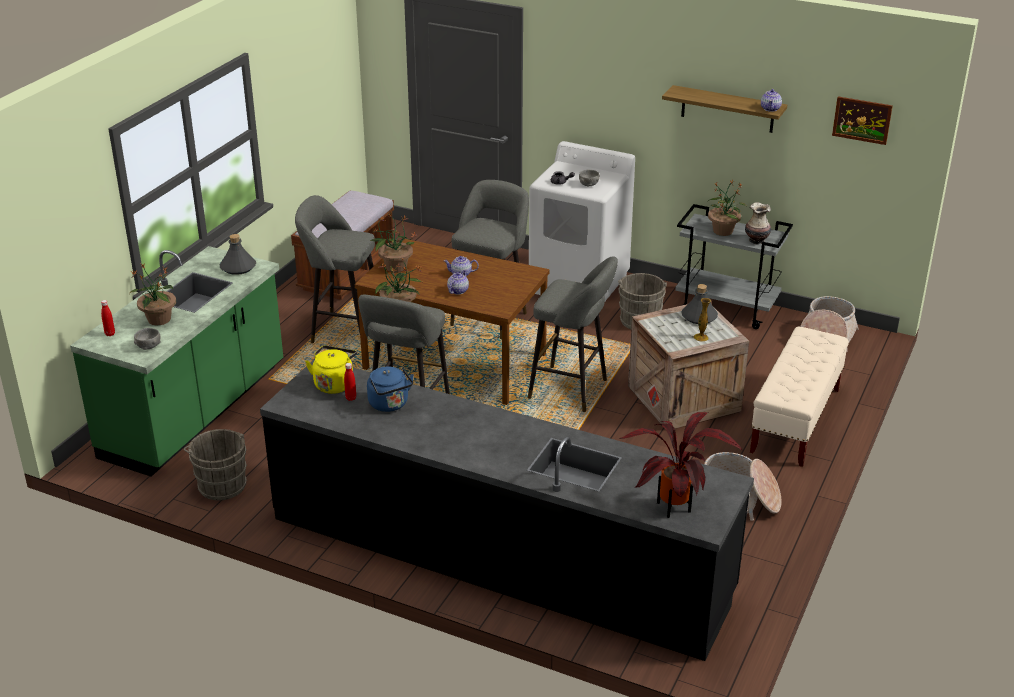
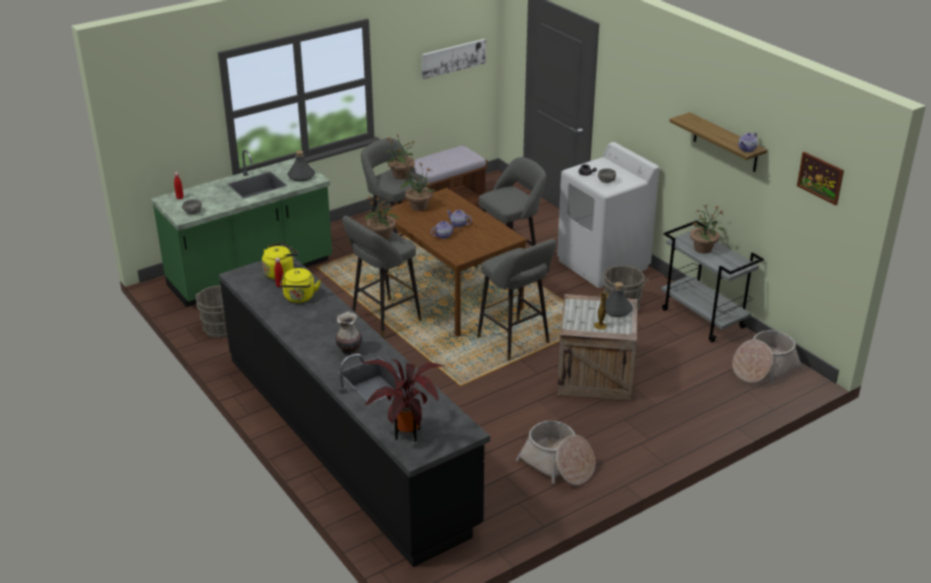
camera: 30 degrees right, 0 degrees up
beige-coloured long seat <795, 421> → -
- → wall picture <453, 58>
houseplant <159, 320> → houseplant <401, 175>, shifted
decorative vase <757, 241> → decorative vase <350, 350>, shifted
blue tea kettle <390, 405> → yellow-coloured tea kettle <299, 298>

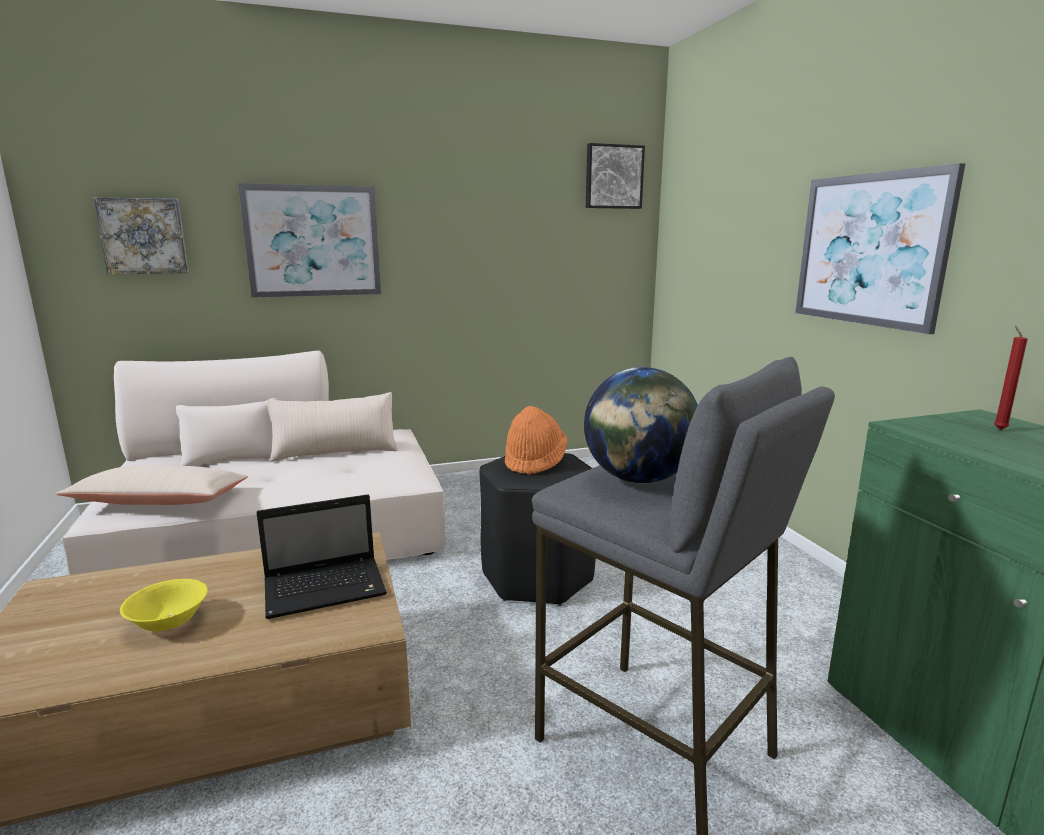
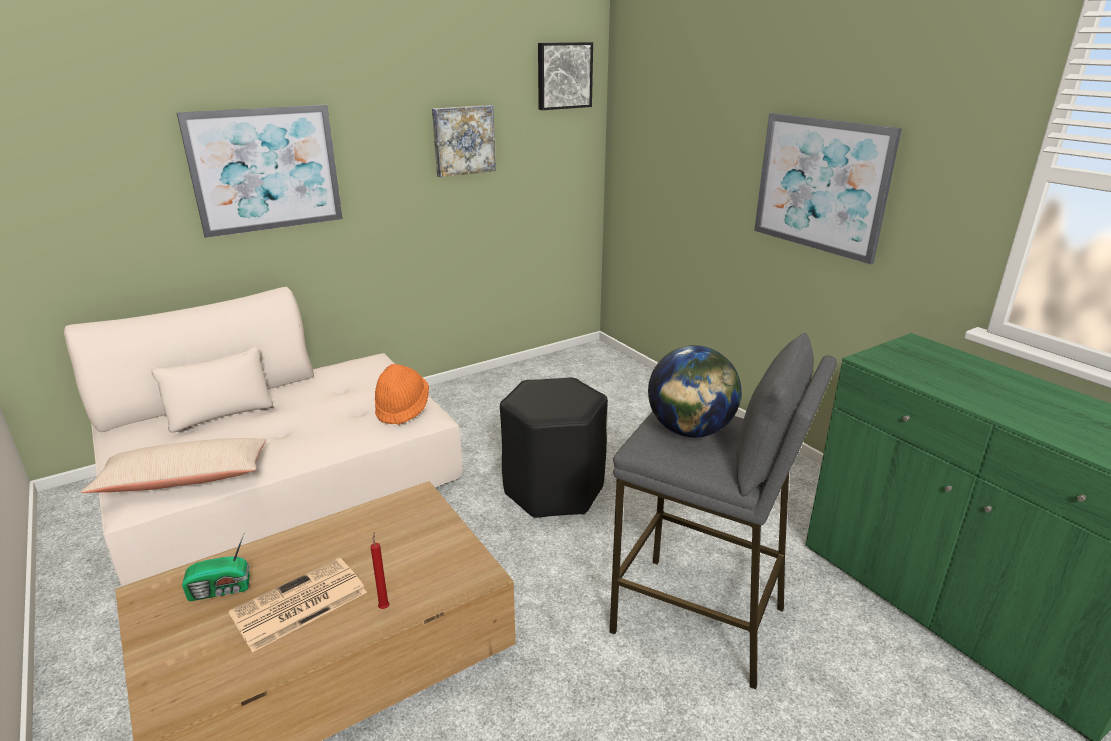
camera: 15 degrees left, 10 degrees up
portable computer <327, 588> → -
beige-coloured pillow <335, 451> → -
- → radio receiver <221, 590>
wall picture <144, 236> → wall picture <463, 140>, shifted
orange clothing hat <535, 462> → orange clothing hat <402, 409>, shifted
red-coloured candle <999, 429> → red-coloured candle <384, 607>, shifted
yellow-coloured deep dish <168, 623> → printed paper <298, 605>

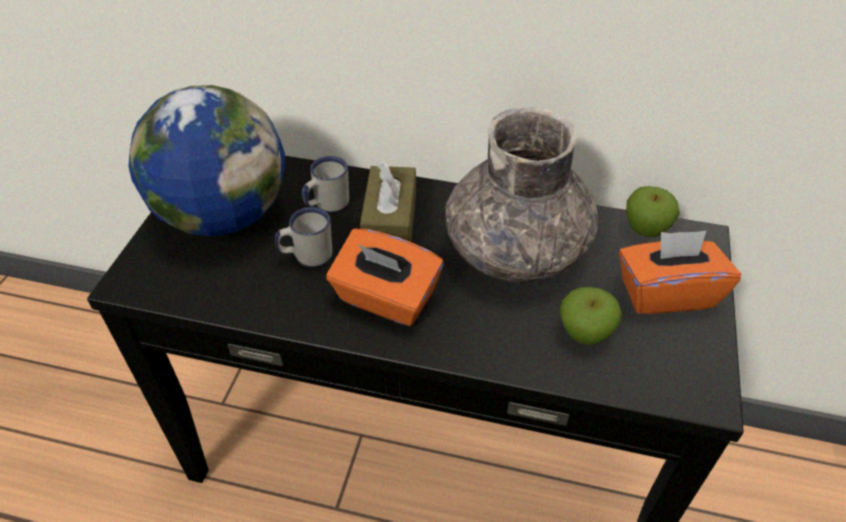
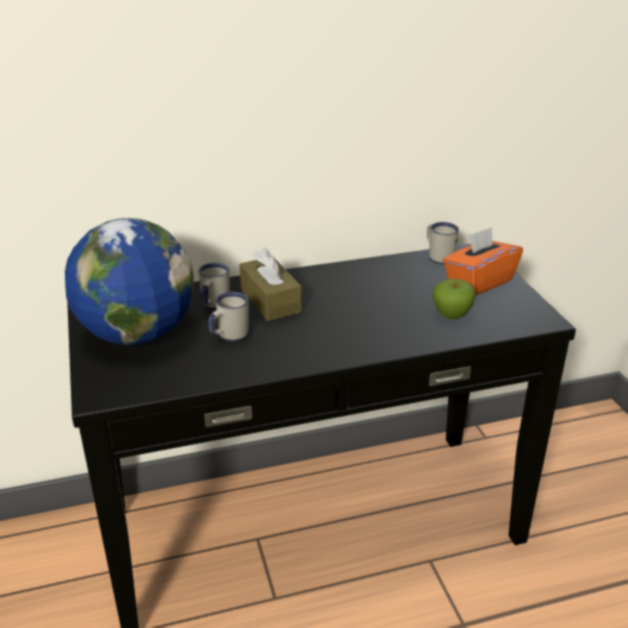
camera: 30 degrees left, 15 degrees down
orange tissue box <385, 299> → -
gray decorative vase <516, 251> → -
apple <645, 229> → white-coloured tea mug <438, 256>

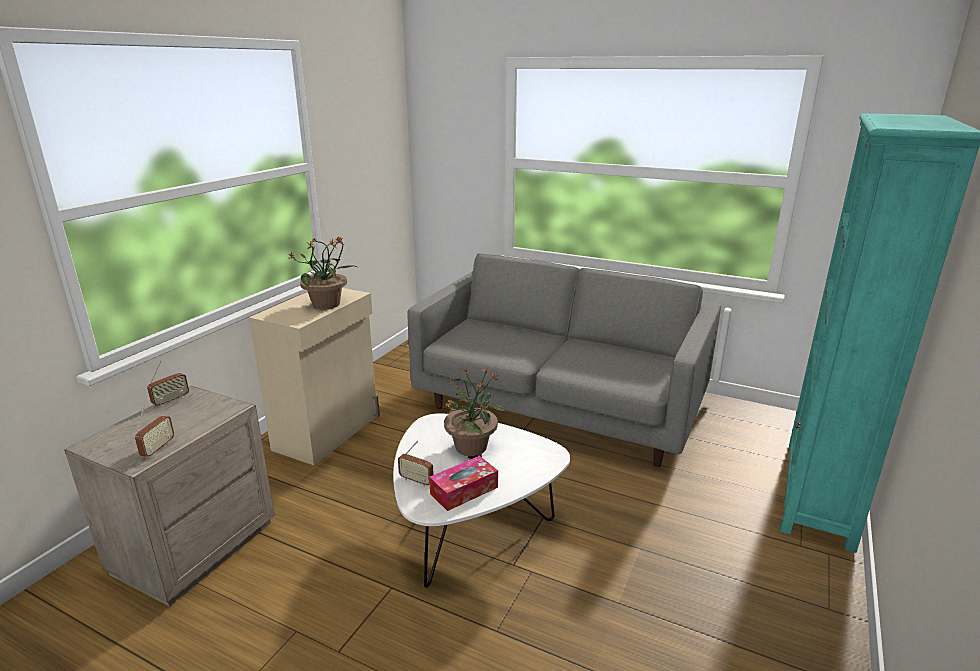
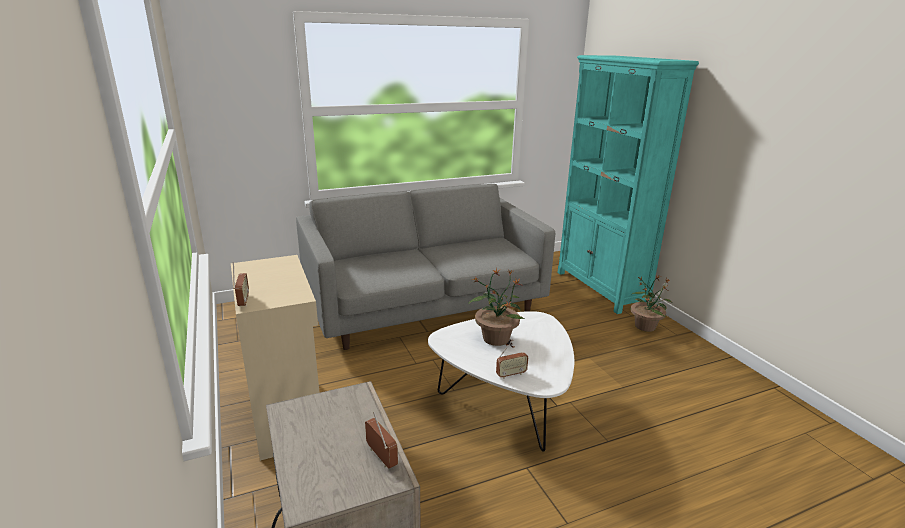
camera: 50 degrees left, 0 degrees up
tissue box <464, 490> → -
radio receiver <171, 400> → radio receiver <243, 301>, shifted
houseplant <327, 304> → houseplant <645, 326>, shifted

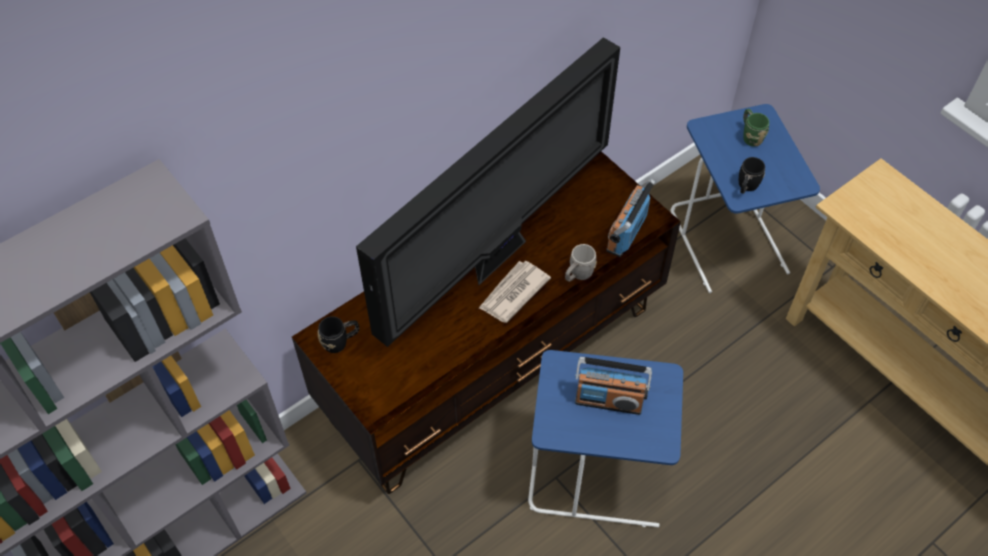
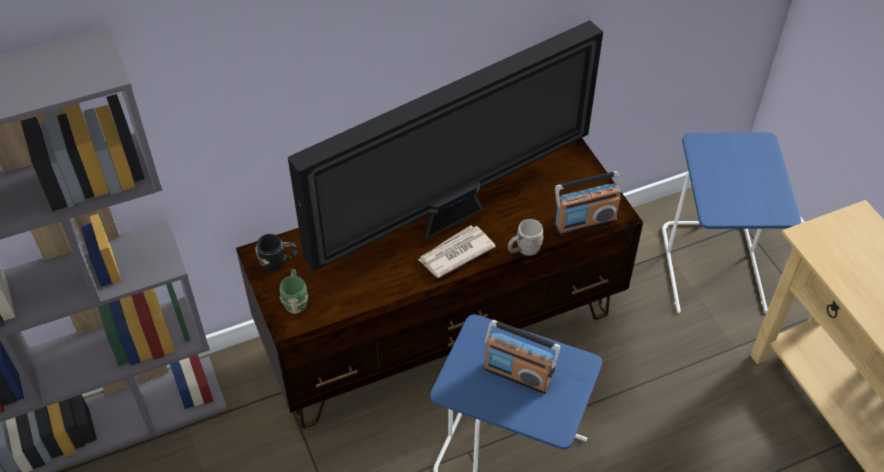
camera: 15 degrees right, 5 degrees down
black-coloured tea mug <746, 187> → -
greenish tea mug <750, 136> → greenish tea mug <295, 300>, shifted
radio receiver <626, 233> → radio receiver <585, 221>, 150 degrees counterclockwise

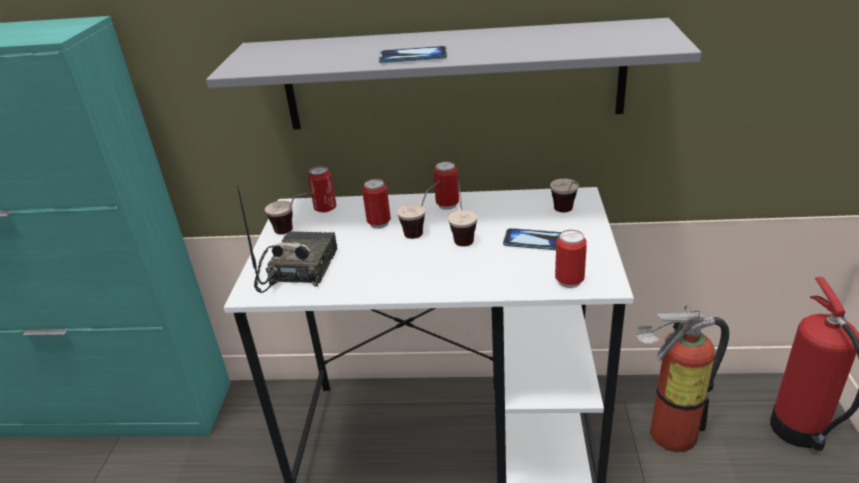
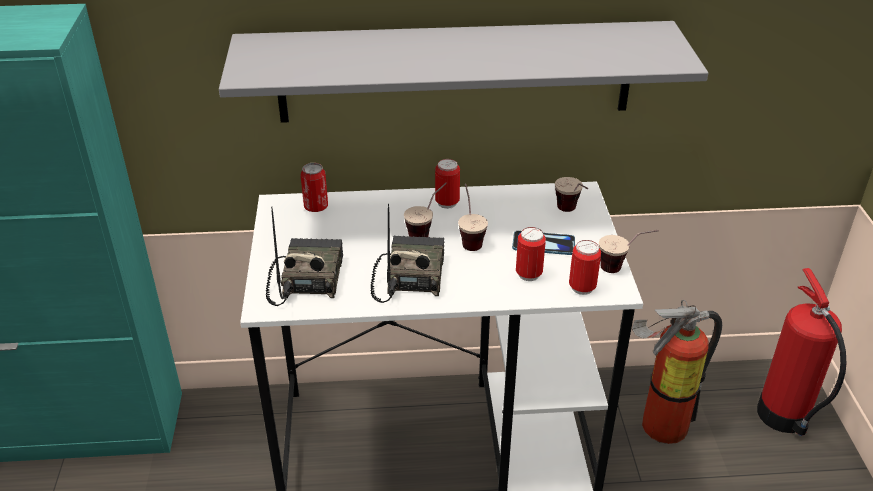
camera: 10 degrees left, 5 degrees up
handset <413, 57> → -
- → radio receiver <409, 276>
cup <294, 231> → cup <623, 268>, shifted
can <379, 223> → can <528, 274>, shifted

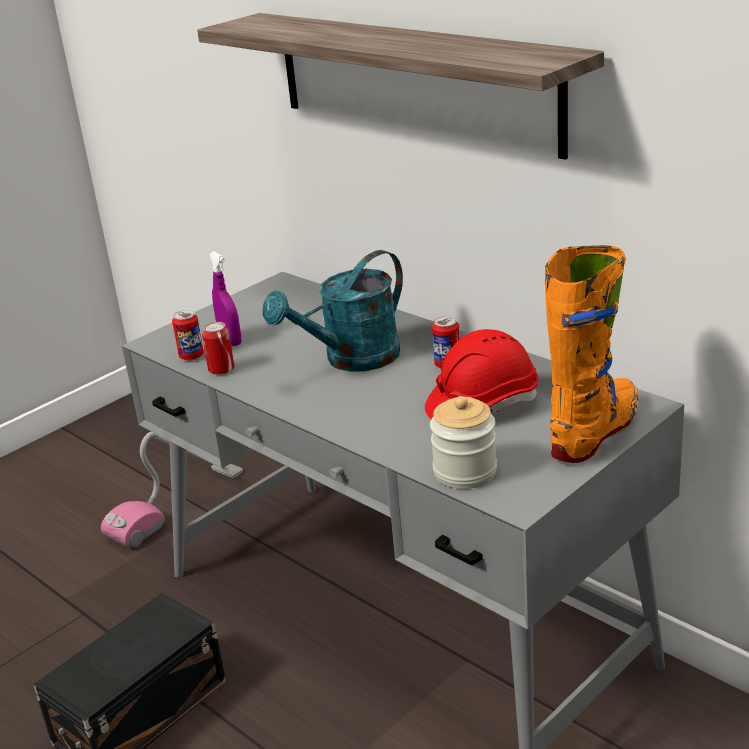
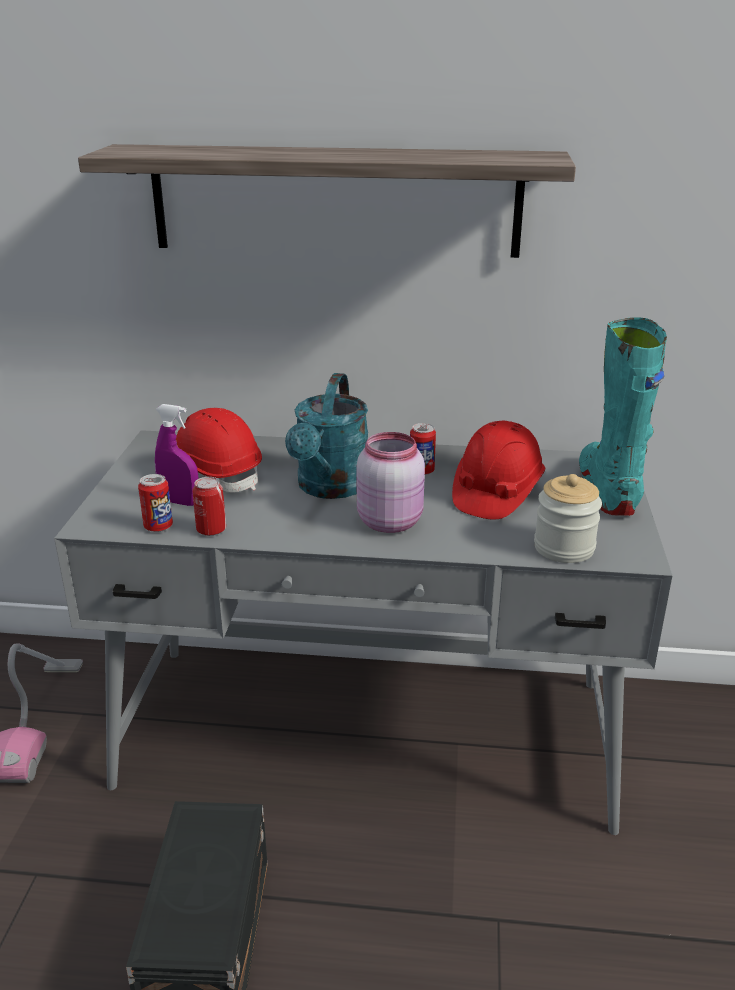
camera: 40 degrees left, 0 degrees up
- → red-coloured work helmet <215, 474>
- → pinkish preserve jar <390, 521>
orange boot <595, 433> → turquoise boot <608, 490>

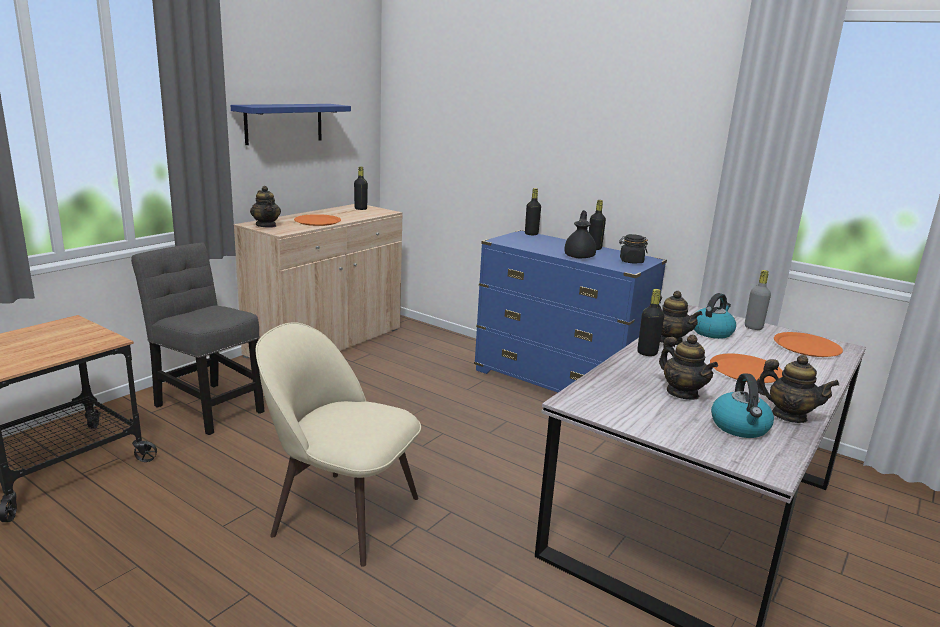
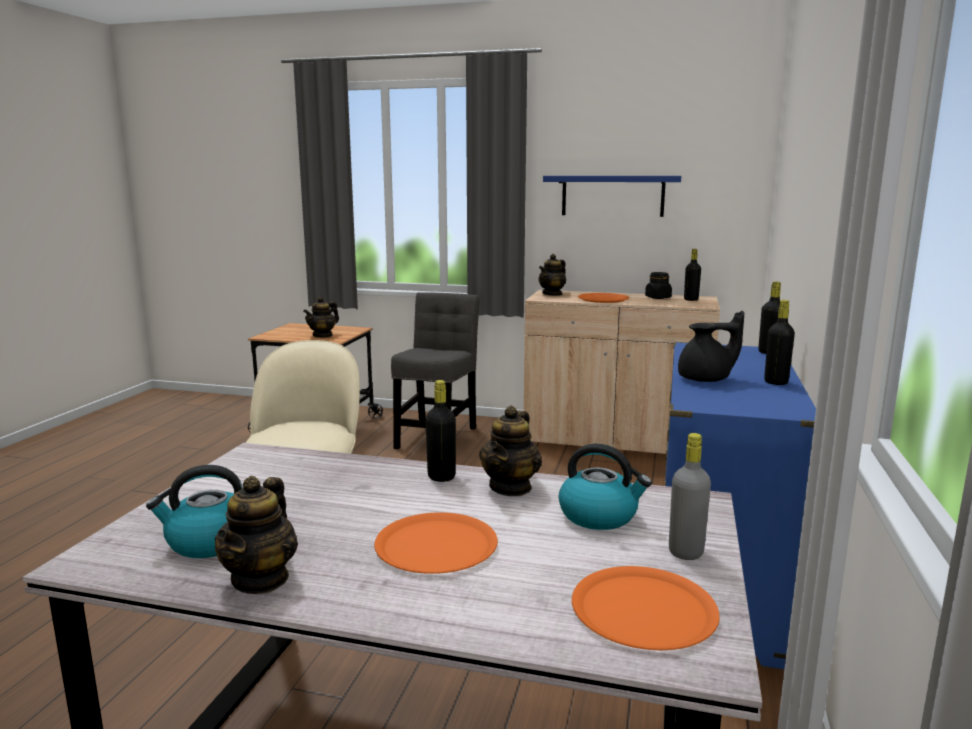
camera: 70 degrees right, 5 degrees down
black-coloured preserve jar <631, 261> → black-coloured preserve jar <658, 297>, shifted
pot for tea <682, 393> → pot for tea <323, 335>, shifted

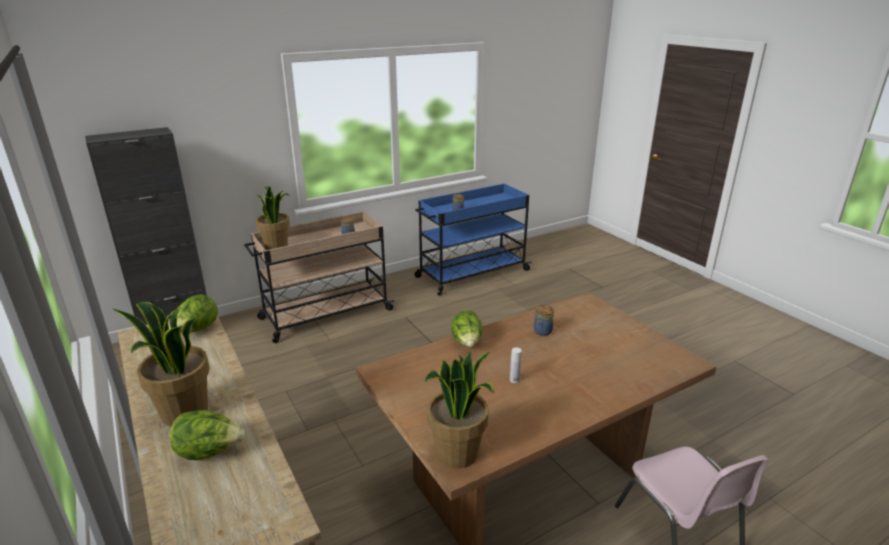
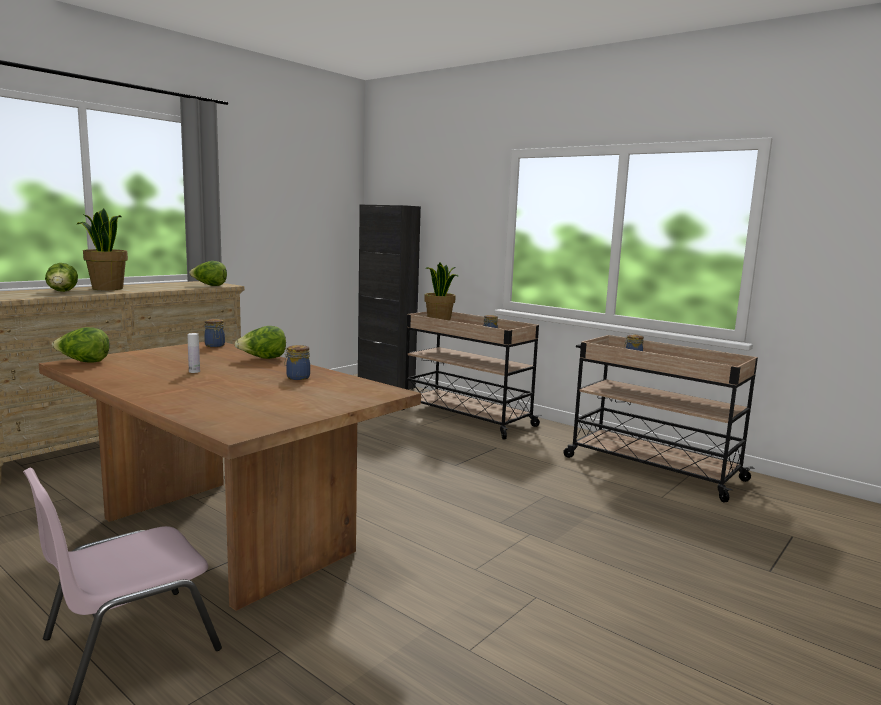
camera: 70 degrees right, 15 degrees down
- → preserve jar <215, 346>
houseplant <457, 454> → lettuce head <83, 362>
blue cart <471, 274> → beige-coloured cart <650, 468>

